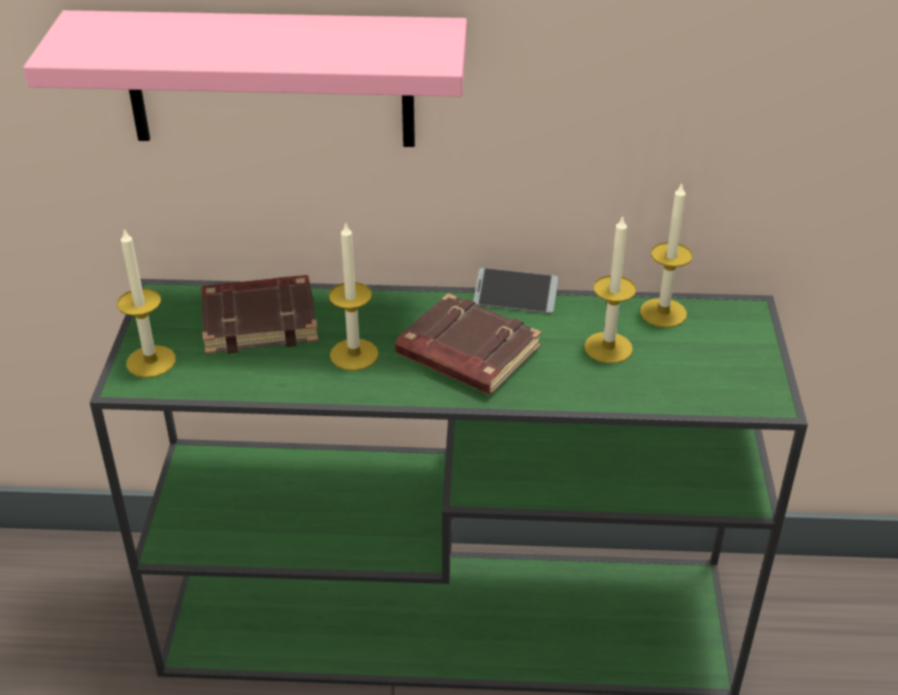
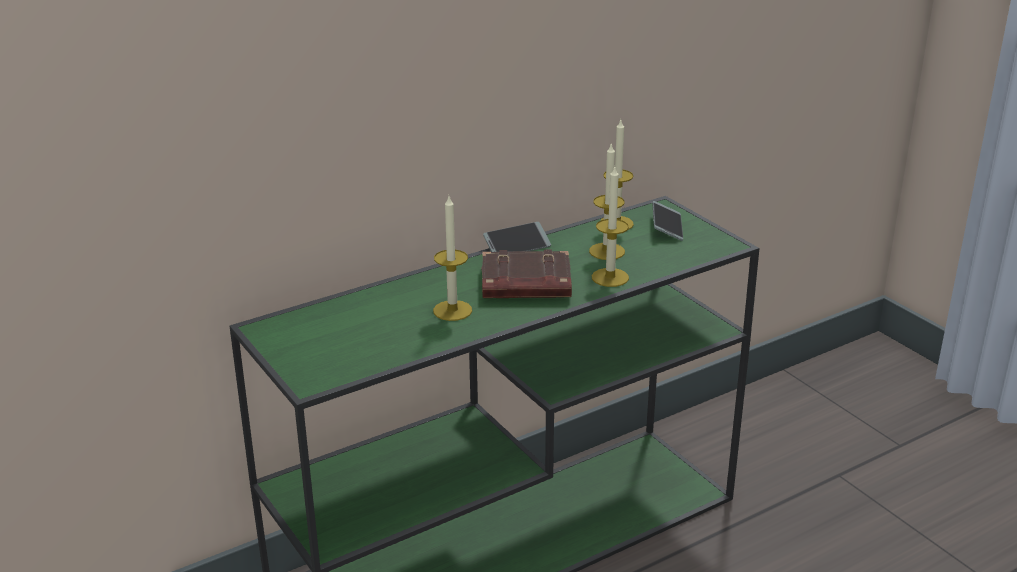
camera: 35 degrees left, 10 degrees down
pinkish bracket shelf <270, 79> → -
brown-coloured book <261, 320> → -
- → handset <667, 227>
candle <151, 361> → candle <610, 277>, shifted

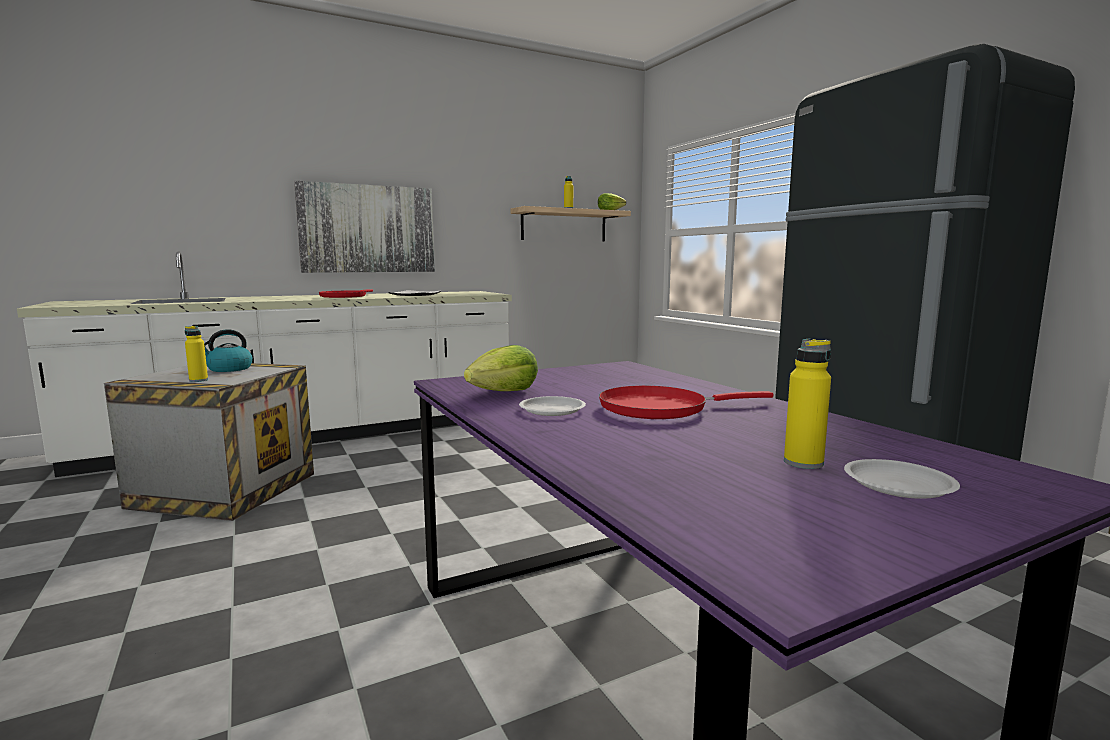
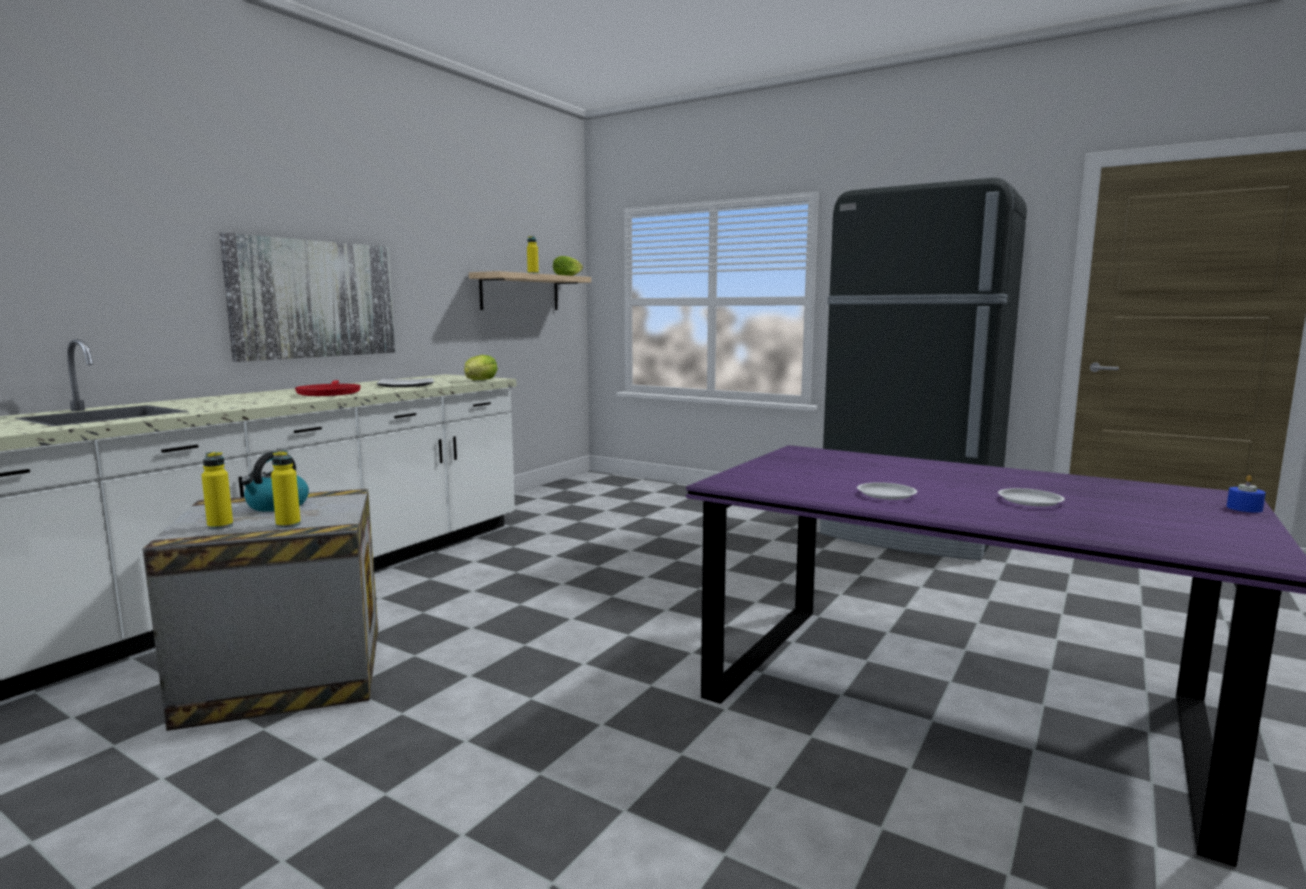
camera: 30 degrees left, 0 degrees up
red-coloured skillet <660, 408> → -
- → blue candle <1244, 508>
lettuce head <504, 392> → lettuce head <480, 380>, shifted
yellow-coloured bottle <803, 463> → yellow-coloured bottle <220, 526>, shifted
white-coloured flat dish <897, 485> → white-coloured flat dish <1029, 501>, shifted

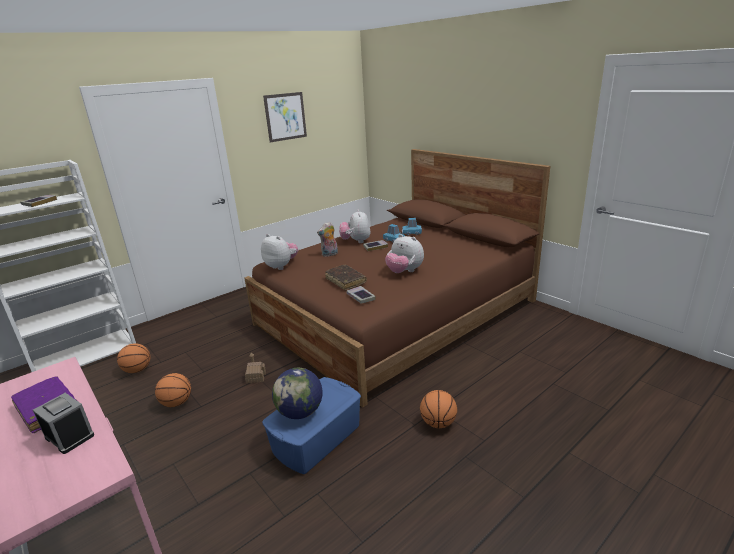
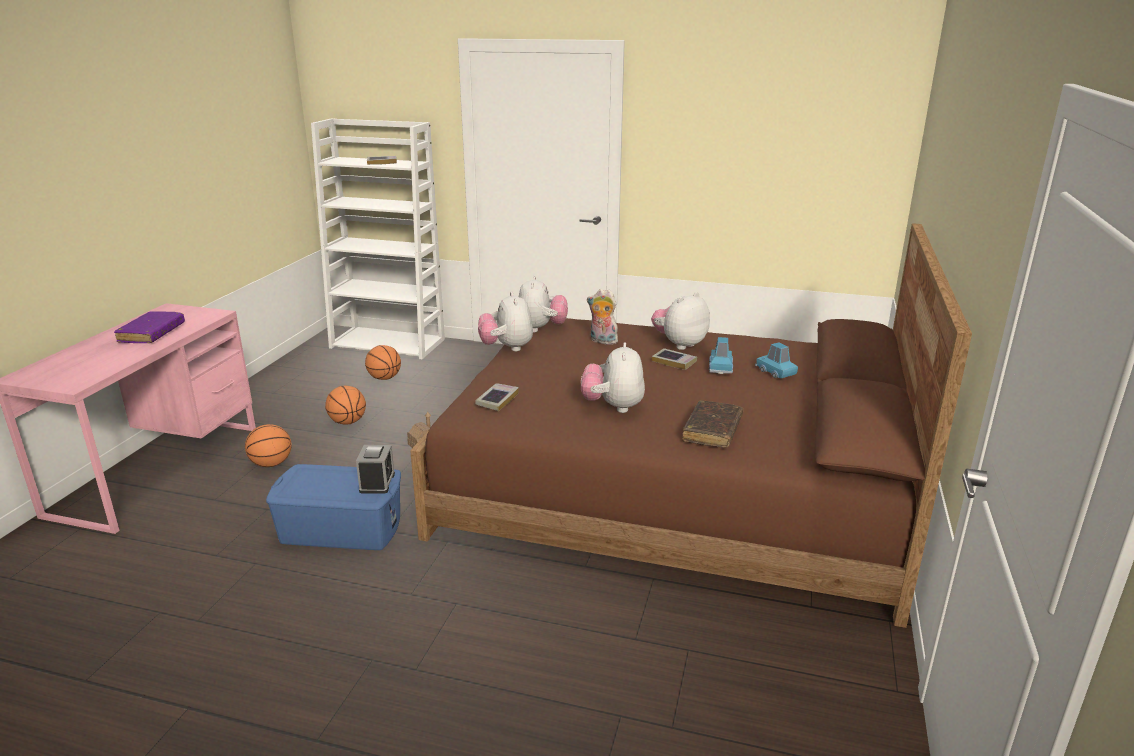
camera: 55 degrees right, 0 degrees up
wall picture <285, 116> → -
desk globe <300, 412> → -
- → soft toy <507, 348>
table clock <69, 436> → table clock <377, 482>, shifted
brown-coloured book <345, 281> → brown-coloured book <712, 431>, shifted
basketball <438, 423> → basketball <271, 464>, shifted

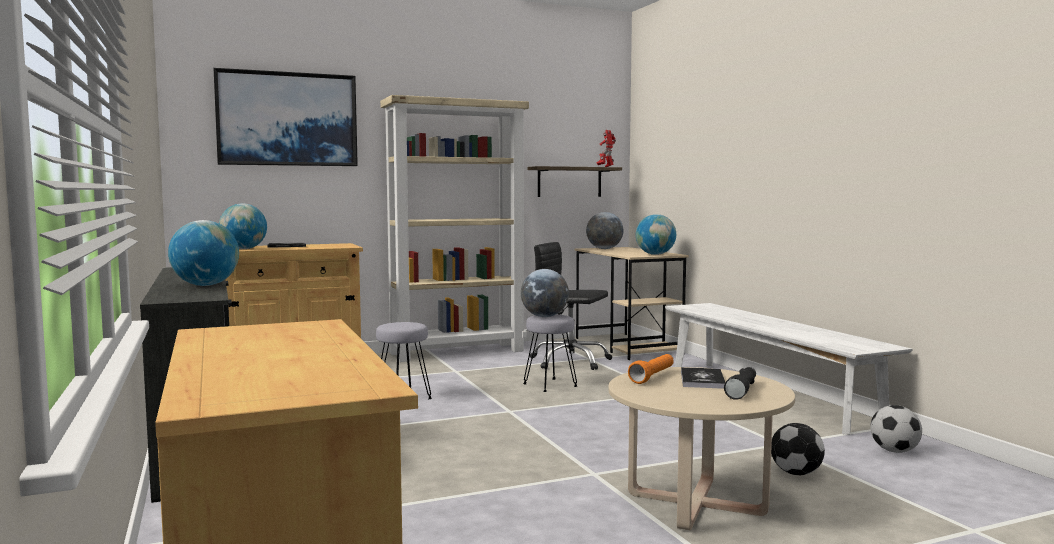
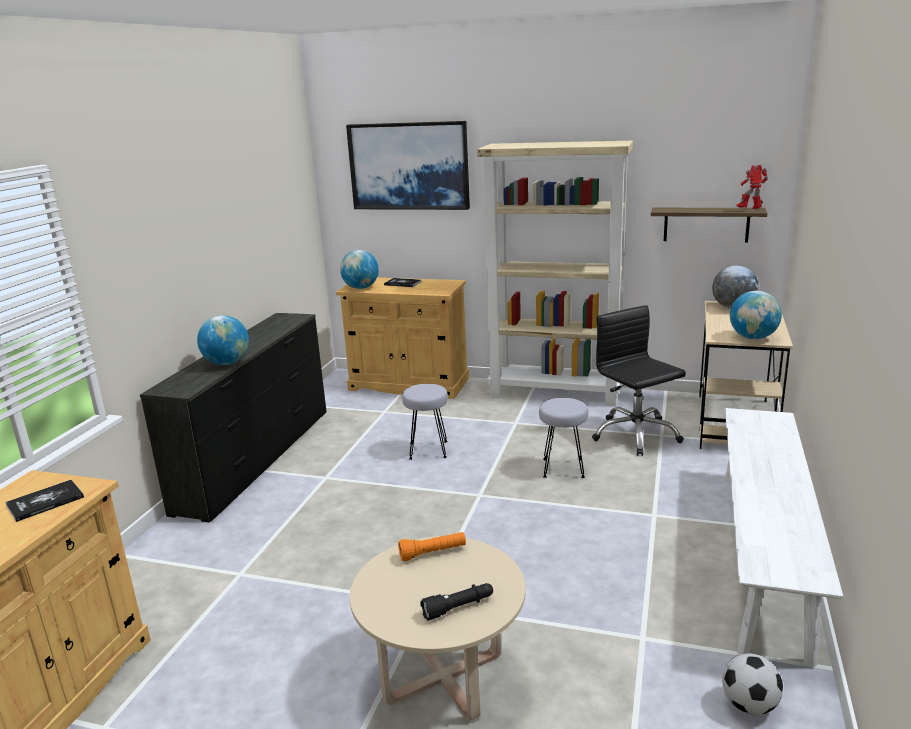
camera: 40 degrees right, 15 degrees up
desk globe <544, 316> → -
football ball <796, 473> → -
book <702, 379> → book <45, 501>, shifted

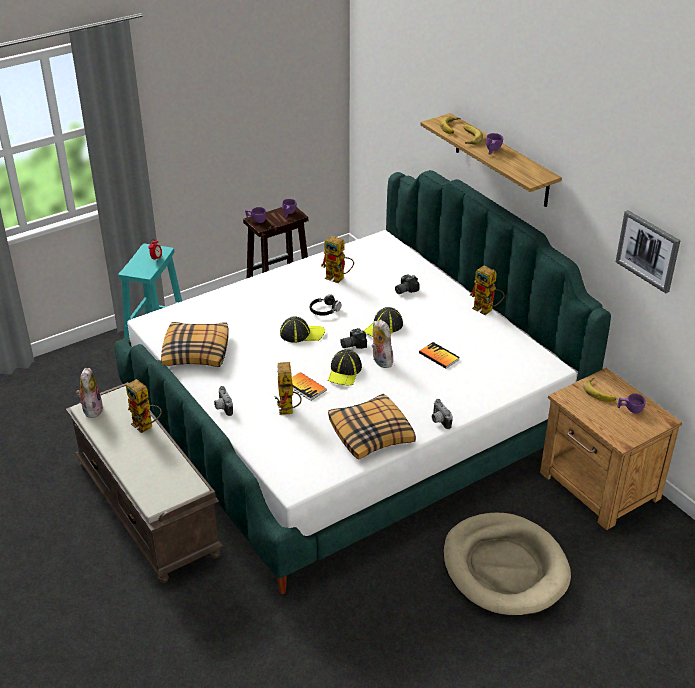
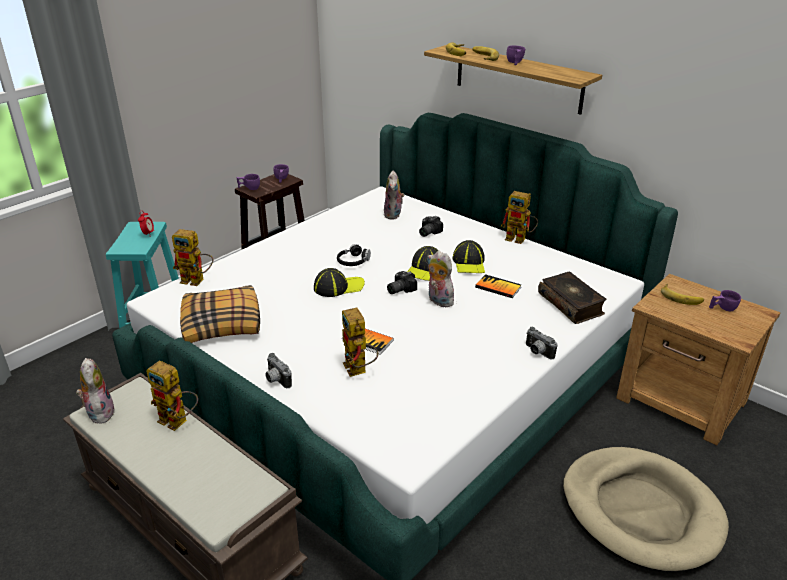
camera: 15 degrees left, 5 degrees down
pillow <371, 434> → -
wall picture <648, 250> → -
- → soft toy <394, 215>
- → book <571, 304>
model robot <339, 278> → model robot <197, 280>, shifted
baseball cap <344, 372> → baseball cap <469, 263>, shifted

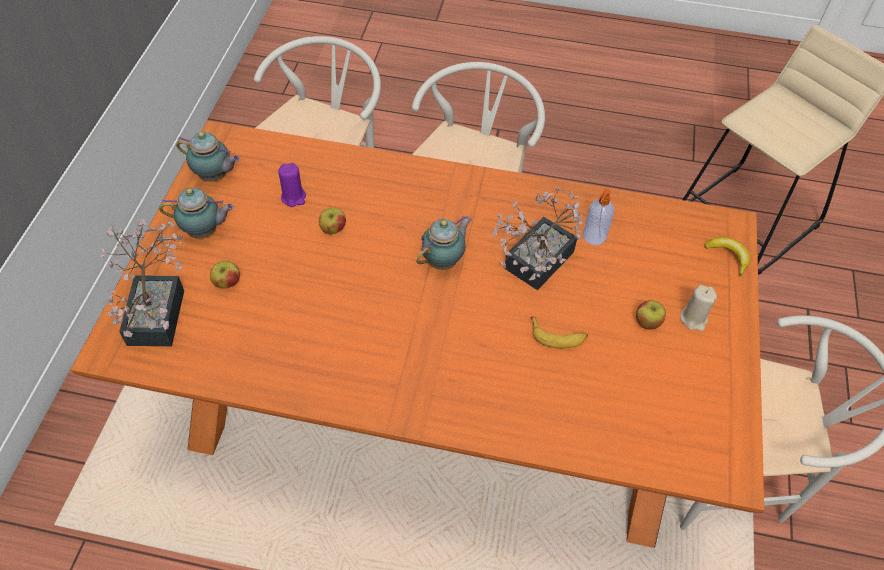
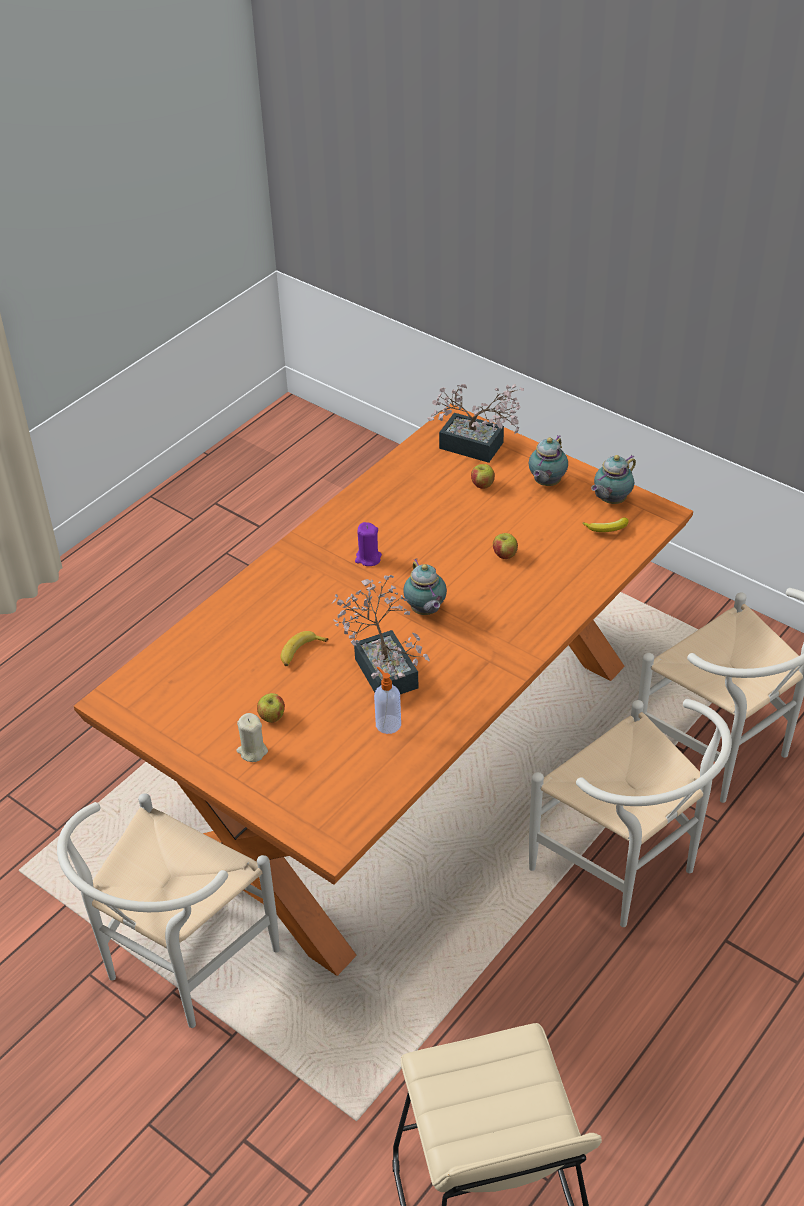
camera: 120 degrees right, 10 degrees down
purple candle <293, 197> → purple candle <368, 558>, shifted
banana <728, 256> → banana <607, 529>, shifted

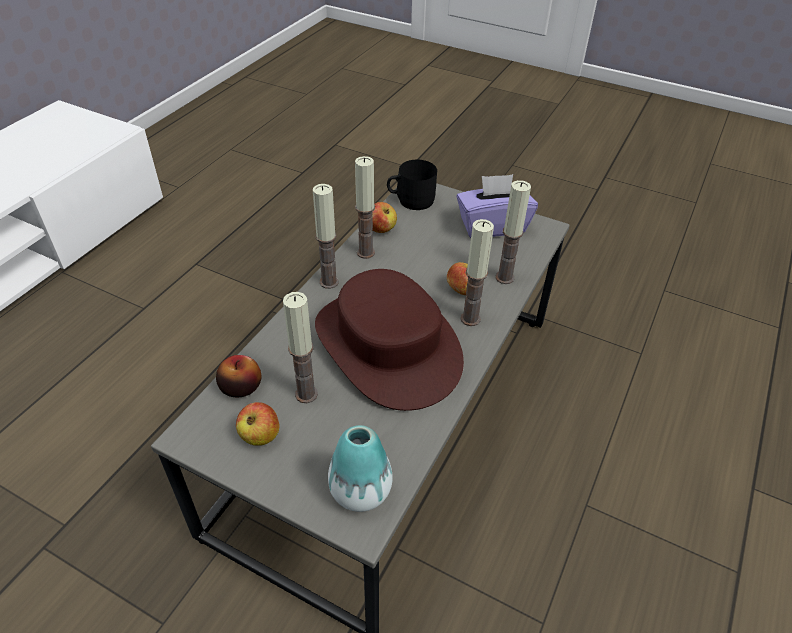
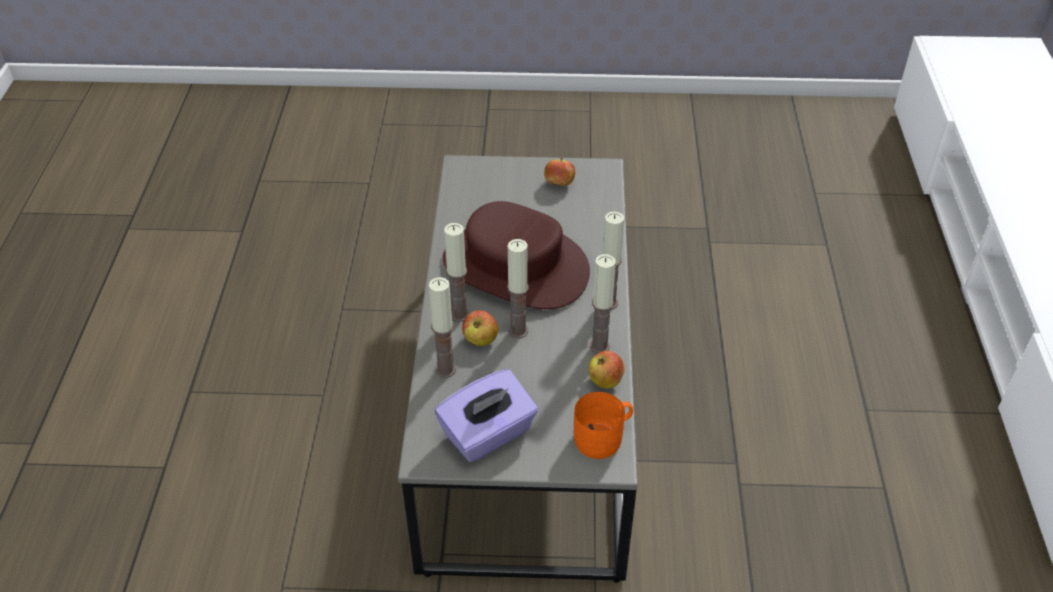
camera: 155 degrees right, 0 degrees up
apple <241, 387> → -
decorative vase <360, 491> → -
candle <306, 394> → candle <518, 331>, shifted
black-coloured tea mug <410, 200> → orange tea mug <604, 438>

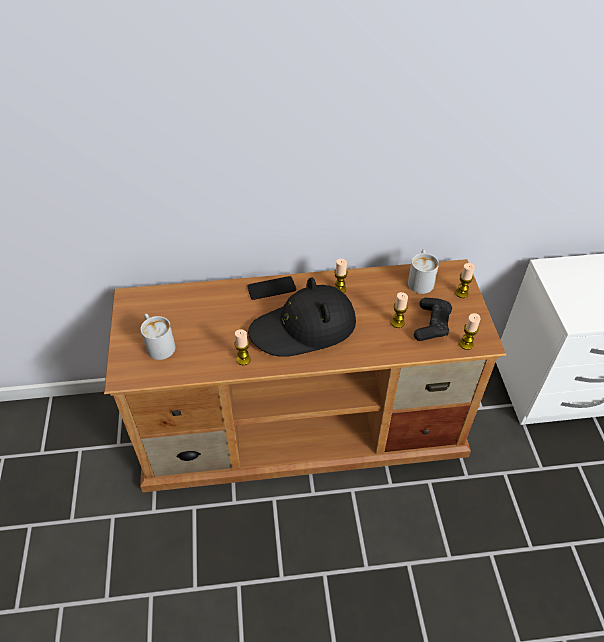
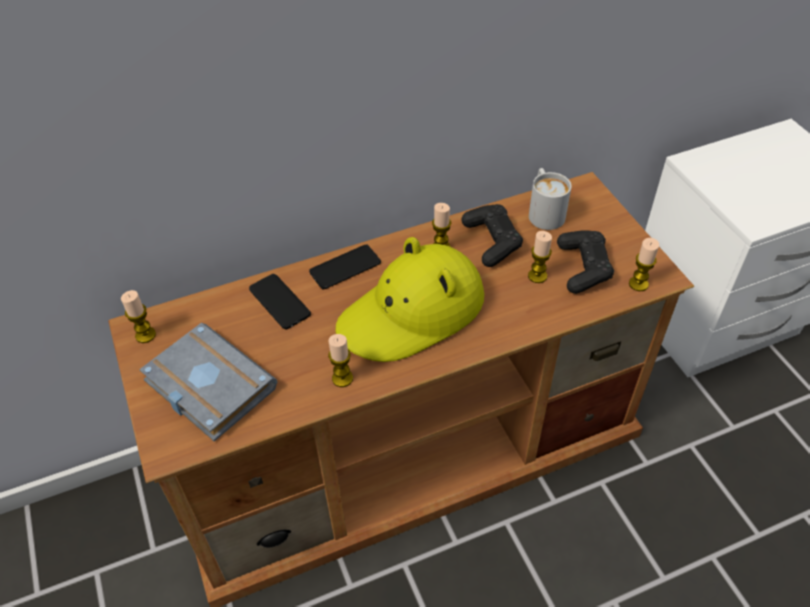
camera: 15 degrees left, 0 degrees up
- → handset <279, 302>
- → black-coloured game controller <492, 241>
candle <461, 293> → candle <145, 335>, shifted
white-coloured tea mug <158, 344> → gray book <206, 386>
black-coloured clothing hat <304, 328> → yellow-coloured clothing hat <412, 313>

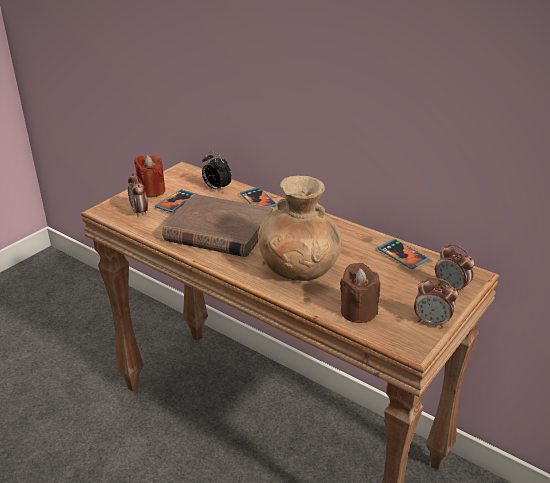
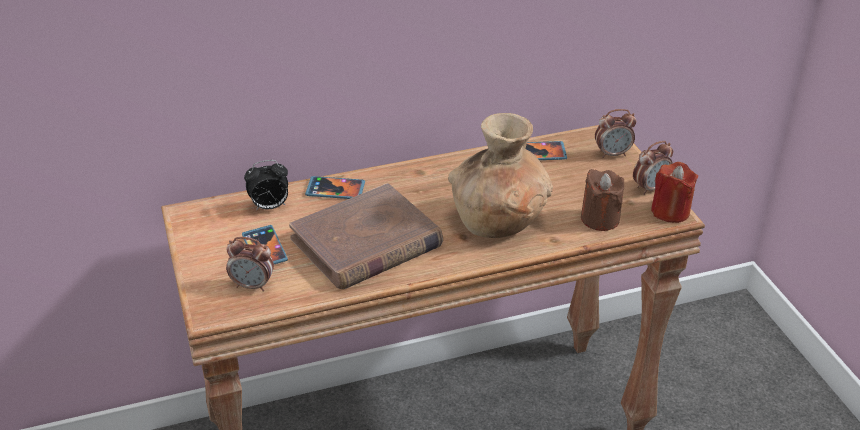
camera: 55 degrees left, 5 degrees up
red-coloured candle <151, 191> → red-coloured candle <670, 211>, shifted

